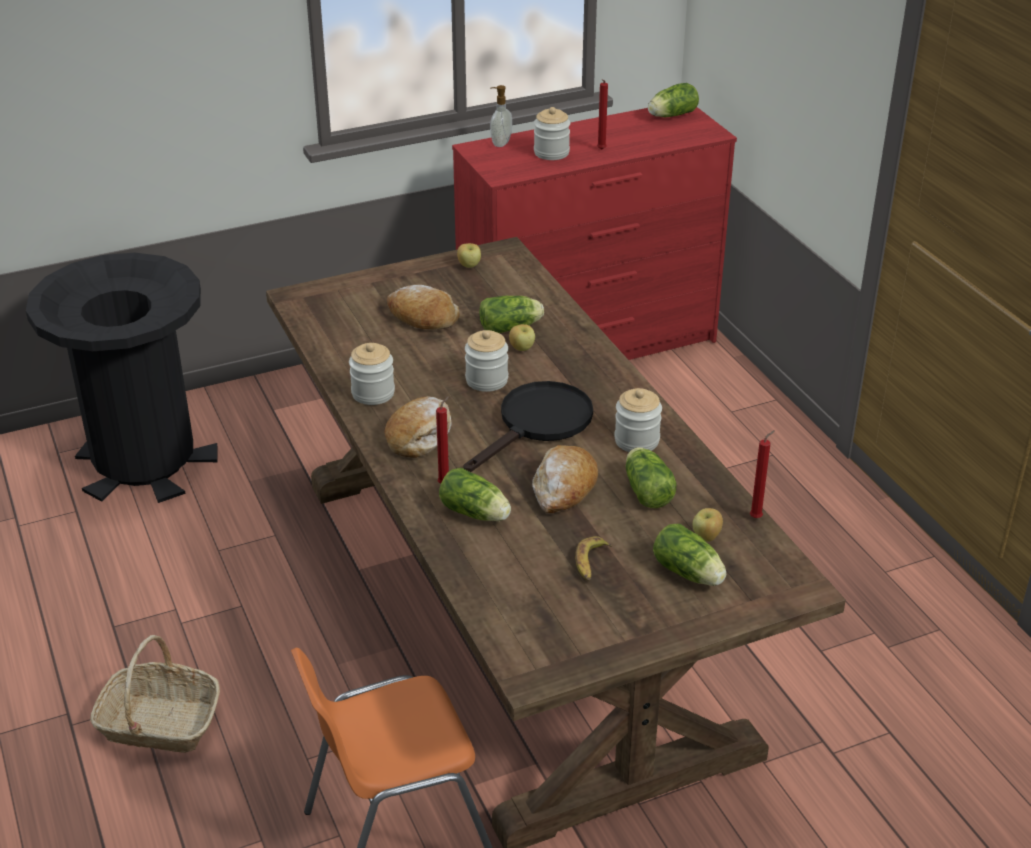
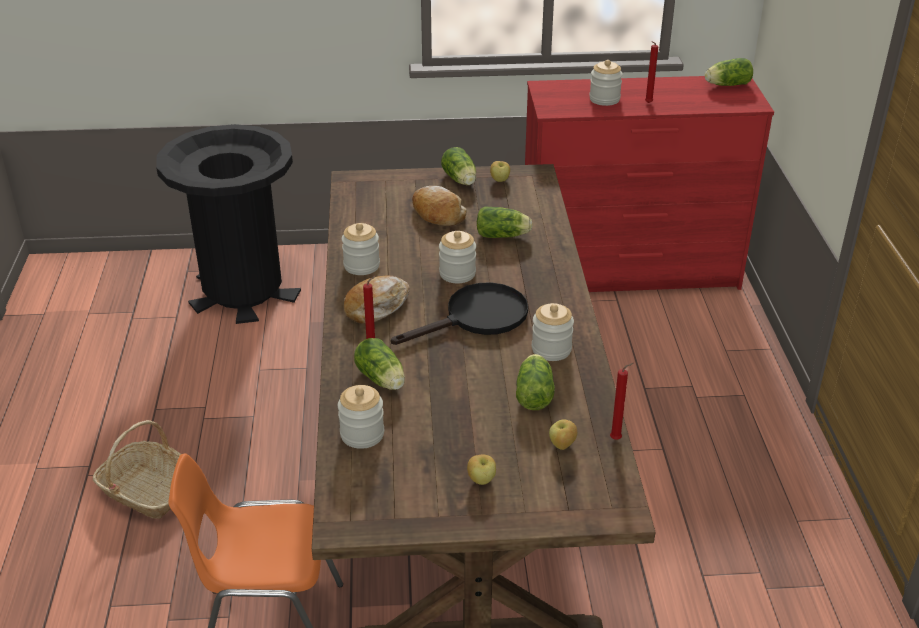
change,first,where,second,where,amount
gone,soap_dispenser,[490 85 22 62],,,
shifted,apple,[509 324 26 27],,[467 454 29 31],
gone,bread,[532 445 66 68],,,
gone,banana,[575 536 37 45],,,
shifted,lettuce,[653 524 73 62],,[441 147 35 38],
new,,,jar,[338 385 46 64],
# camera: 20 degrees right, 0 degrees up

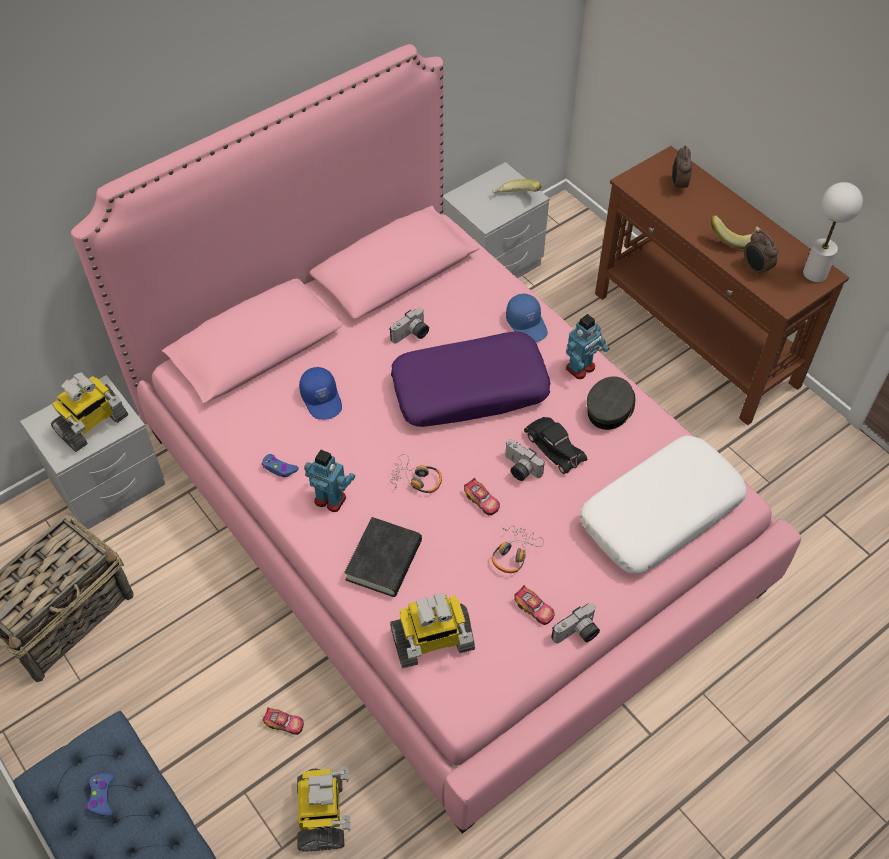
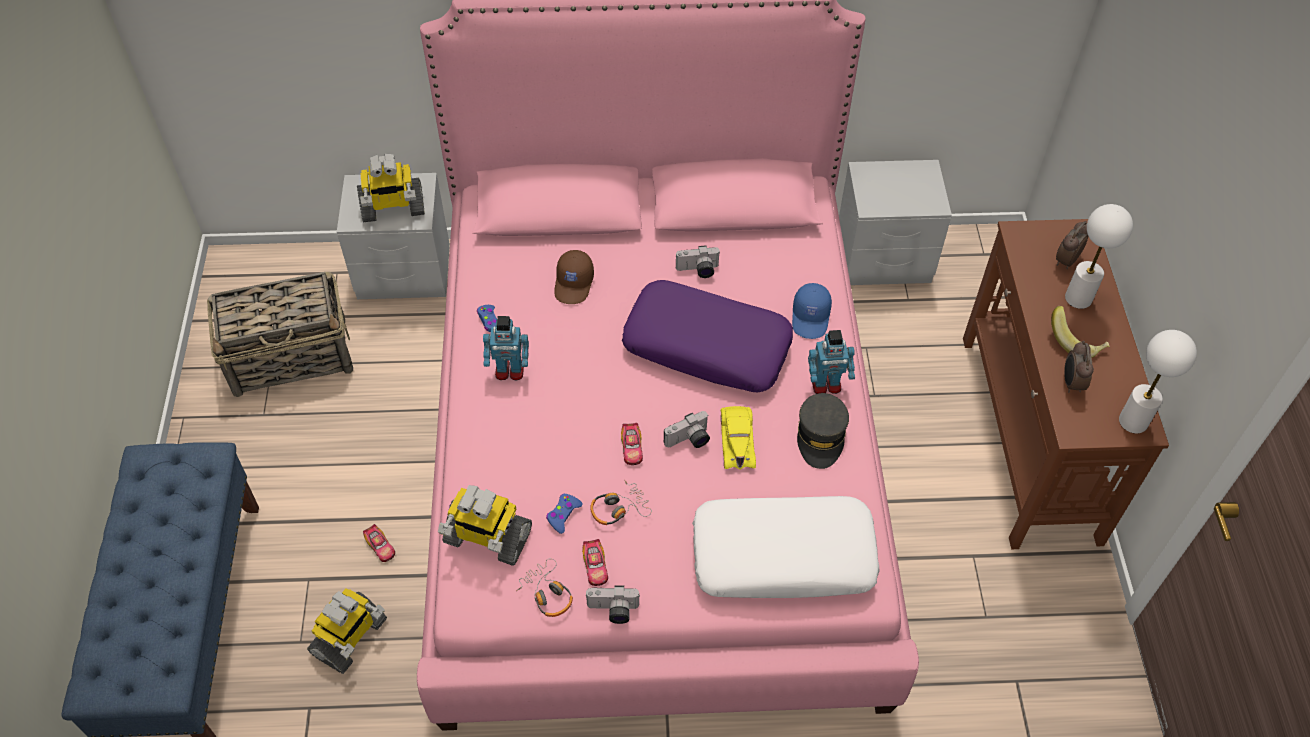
change,first,where,second,where,amount
shifted,blue_game_controller,[87 773 28 43],,[546 494 37 40],
repainted,blue_cap,[299 367 43 53],brown_cap,[554 250 40 54],
rotated,toy_robot,[304 450 51 62],,[483 316 46 64],120 degrees clockwise
gone,black_book,[344 517 78 80],,,
shifted,headphones,[390 454 52 39],,[516 558 57 59],
gone,banana,[493 179 48 14],,,
rotated,photo_camera,[505 439 40 42],,[664 411 46 37],105 degrees counterclockwise
repainted,black_toy_car,[524 417 64 57],yellow_toy_car,[720 406 36 64],
rotated,grey_cap,[587 376 48 54],,[797 393 52 76],120 degrees clockwise
new,,,white_table_lamp,[1065 204 68 105],
# camera: 35 degrees right, 0 degrees up

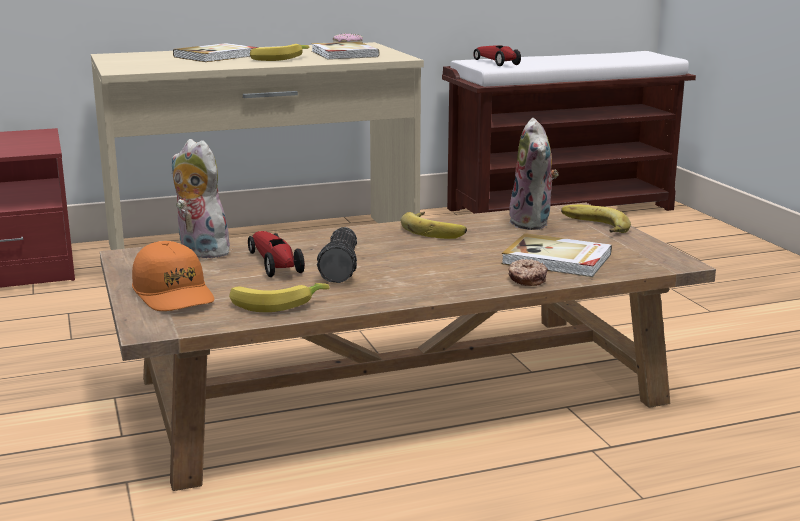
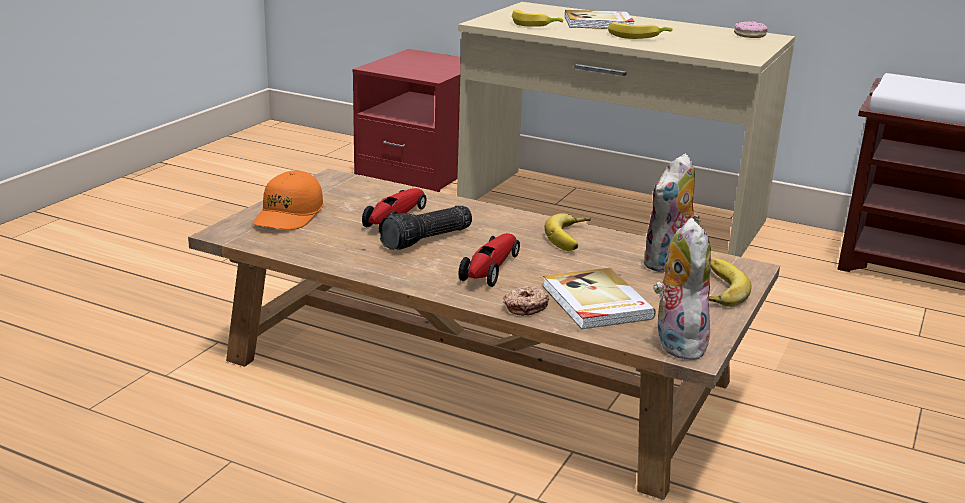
change,first,where,second,where,amount
shifted,plush_toy,[172 139 64 119],,[653 218 58 142],
shifted,banana,[229 283 101 29],,[512 10 51 17],
gone,book,[311 41 69 19],,,
shifted,toy_car,[473 45 48 21],,[458 233 62 54],
# camera: 45 degrees right, 5 degrees up

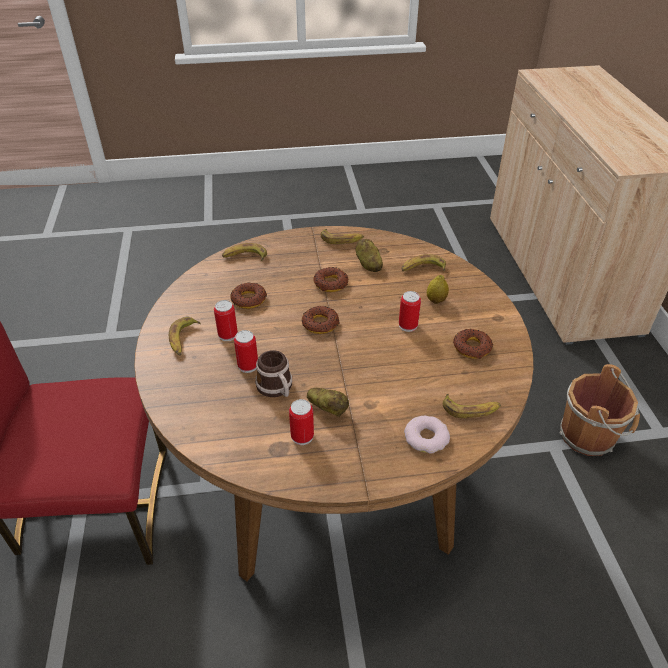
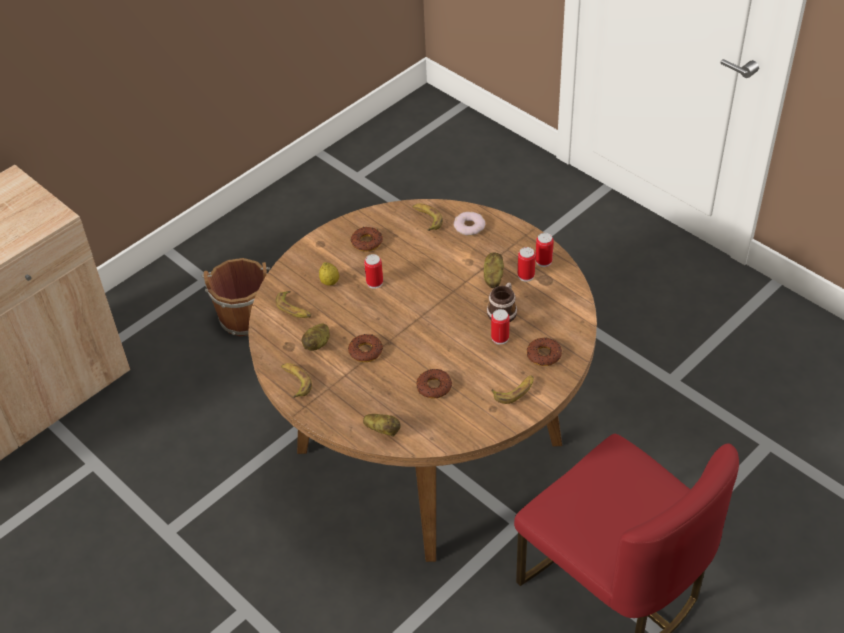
change,first,where,second,where,amount
shifted,can,[214 300 24 41],,[535 233 19 34],
swapped,banana,[222 243 45 18],potato,[363 414 38 23],
shifted,donut,[302 306 37 28],,[527 338 35 28],
# camera: 125 degrees left, 5 degrees up

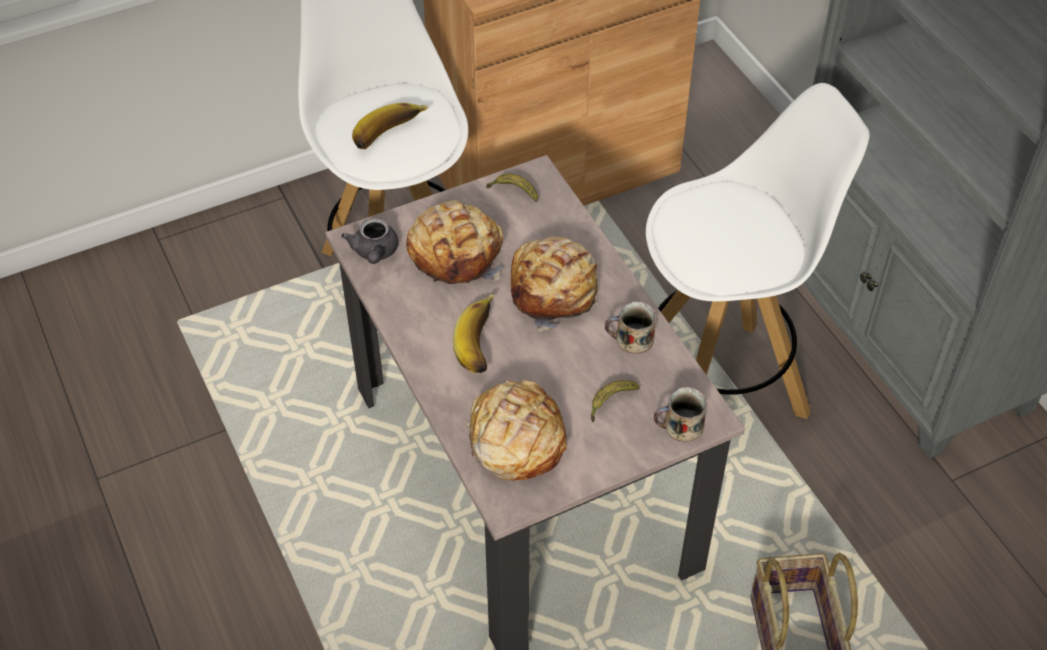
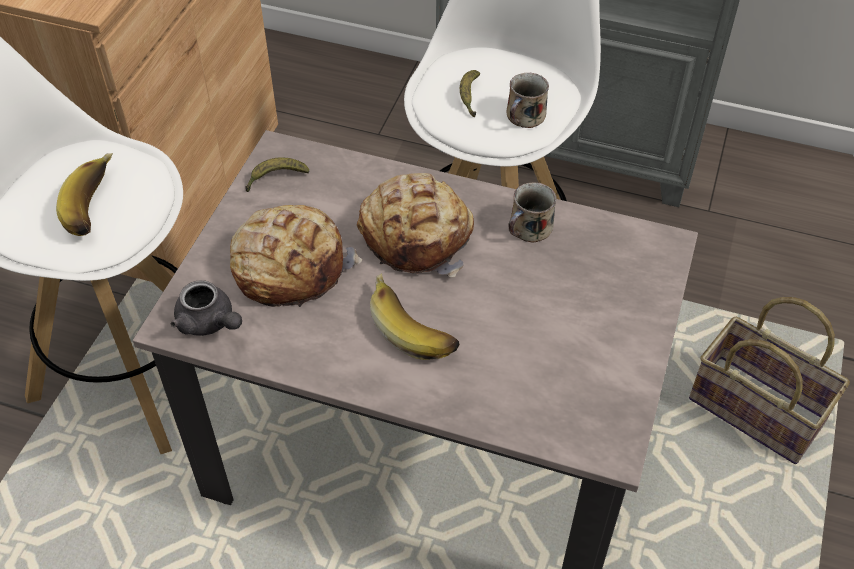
change,first,where,second,where,amount
gone,bread,[467 379 100 102],,,
shifted,banana,[591 380 49 42],,[460 70 20 47],
shifted,mug,[654 387 54 54],,[507 73 42 55],
# camera: 45 degrees left, 0 degrees up

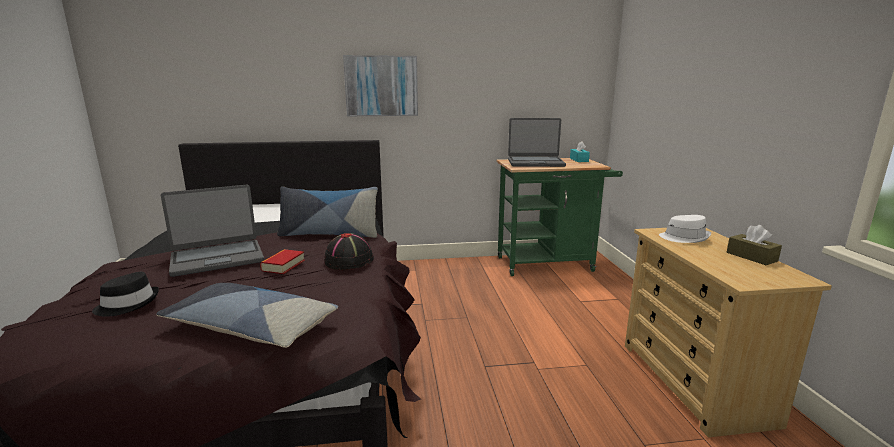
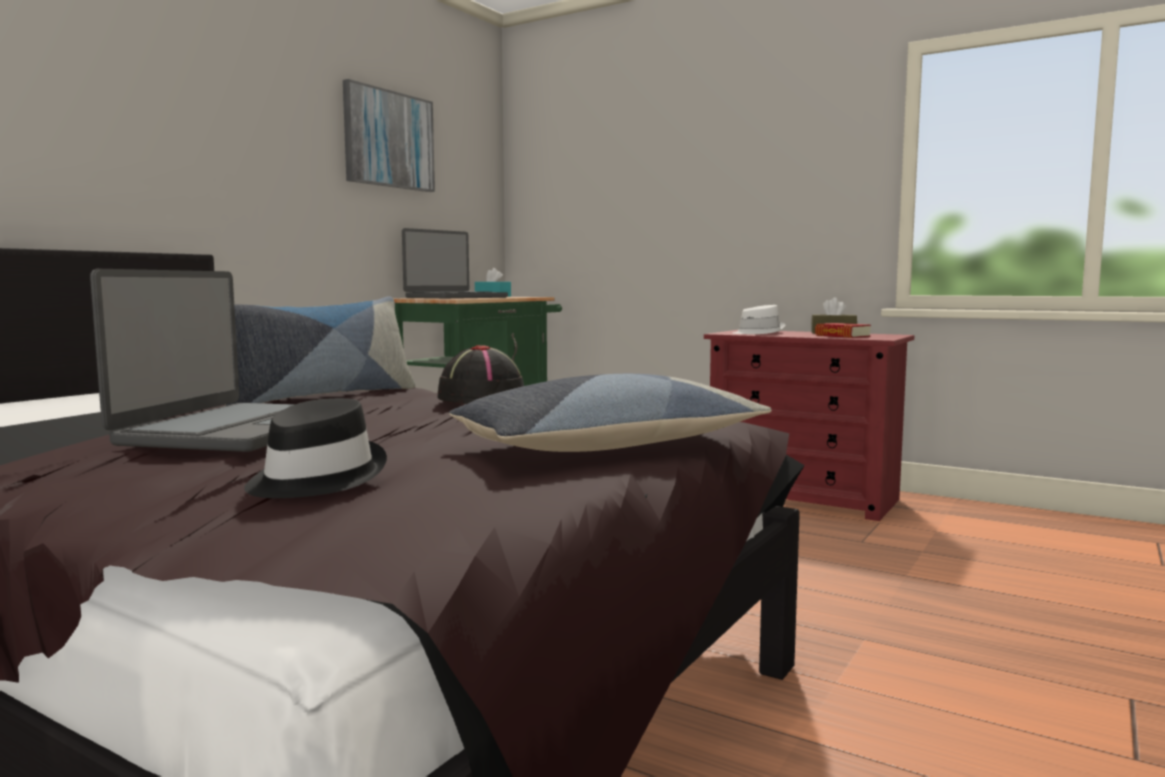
change,first,where,second,where,amount
shifted,book,[260 249 45 25],,[815 323 56 15],
shifted,picture,[343 55 75 61],,[343 79 92 113],
repainted,beige_dresser,[625 228 207 209],red_dresser,[704 330 210 191],
# camera: 50 degrees left, 10 degrees down

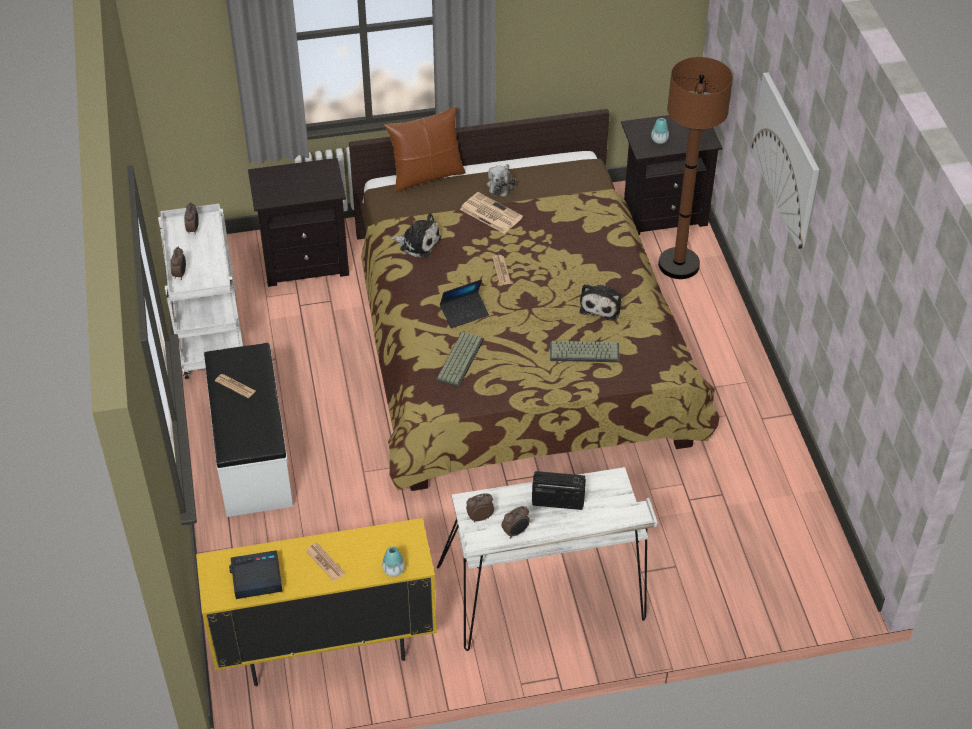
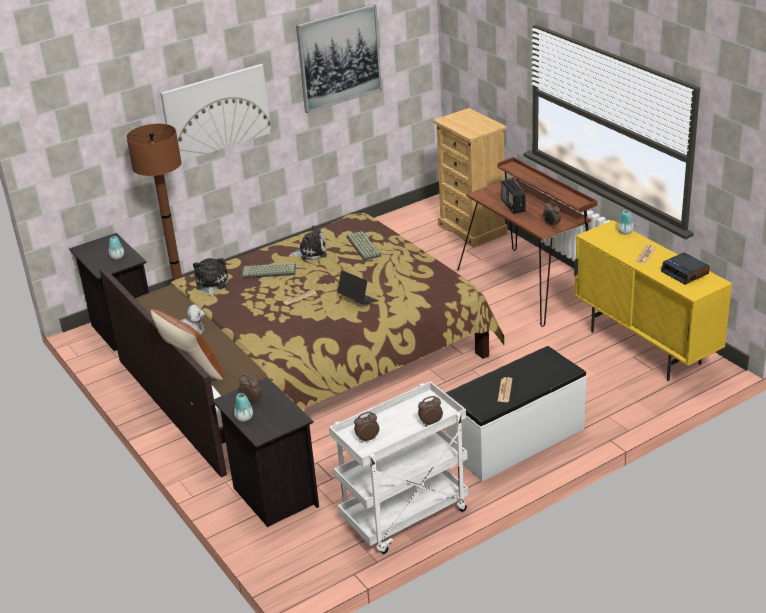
change,first,where,second,where,amount
shifted,plush_toy,[391 213 50 45],,[193 258 35 39],
shifted,keyboard,[436 332 48 55],,[242 263 54 15],
repainted,white_desk,[437 467 220 184],brown_desk,[458 157 139 170],
gone,newspaper,[460 192 63 42],,,
shifted,alarm_clock,[501 506 29 33],,[239 374 22 30],
new,,,vase,[234 393 19 29],
new,,,picture,[296 4 86 109],
new,,,beige_dresser,[433 108 74 140],
# camera: 110 degrees left, 15 degrees down

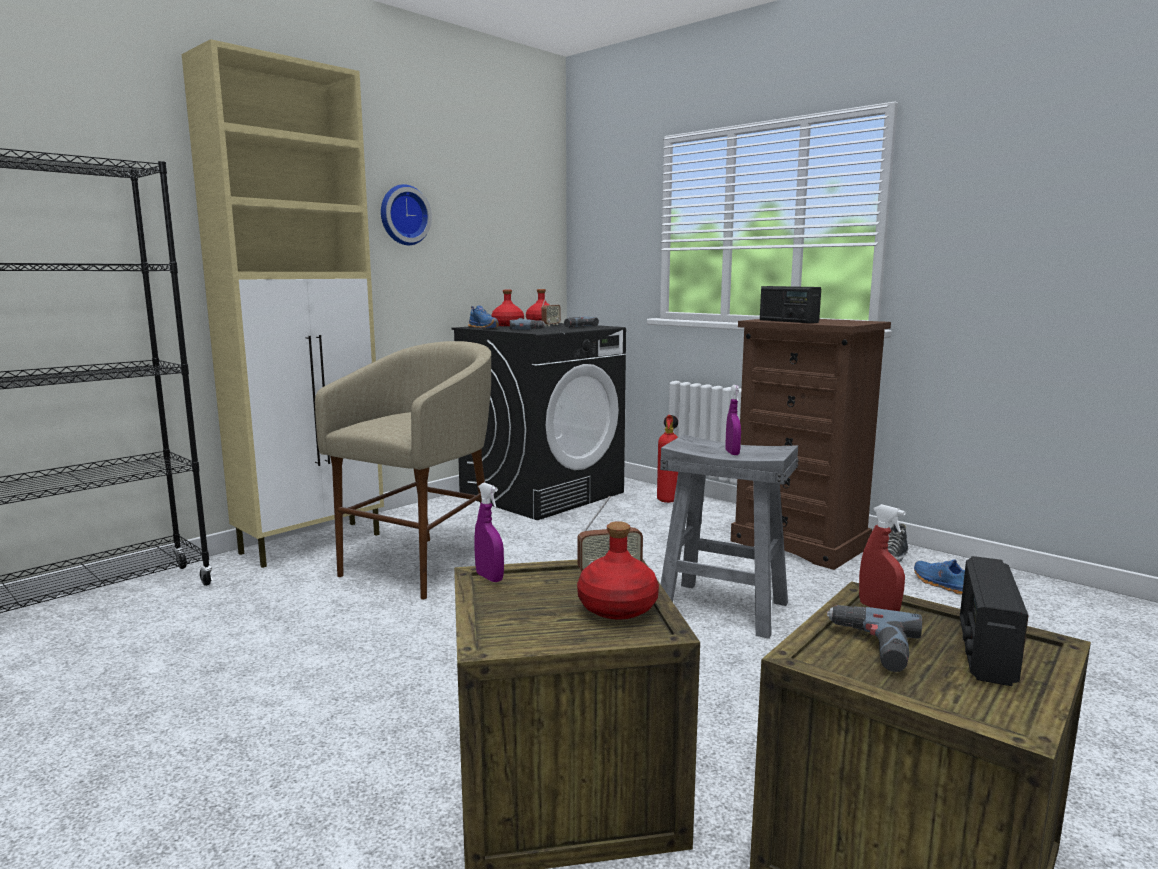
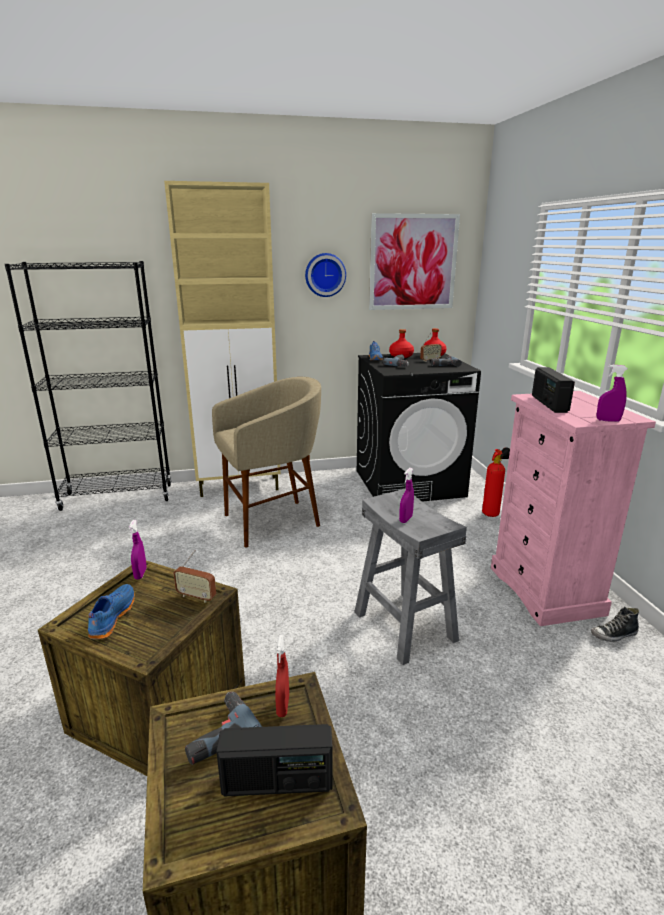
change,first,where,second,where,amount
gone,red_bottle,[577 521 82 99],,,
repainted,brown_dresser,[731 319 160 251],pink_dresser,[491 391 165 235],
shifted,blue_shoe,[914 559 51 36],,[88 584 47 56],
rotated,radio,[960 556 69 130],,[216 724 116 73],150 degrees counterclockwise
new,,,picture,[369 213 91 97],
new,,,purple_spray_bottle,[597 365 31 57],
# camera: 35 degrees right, 10 degrees up

